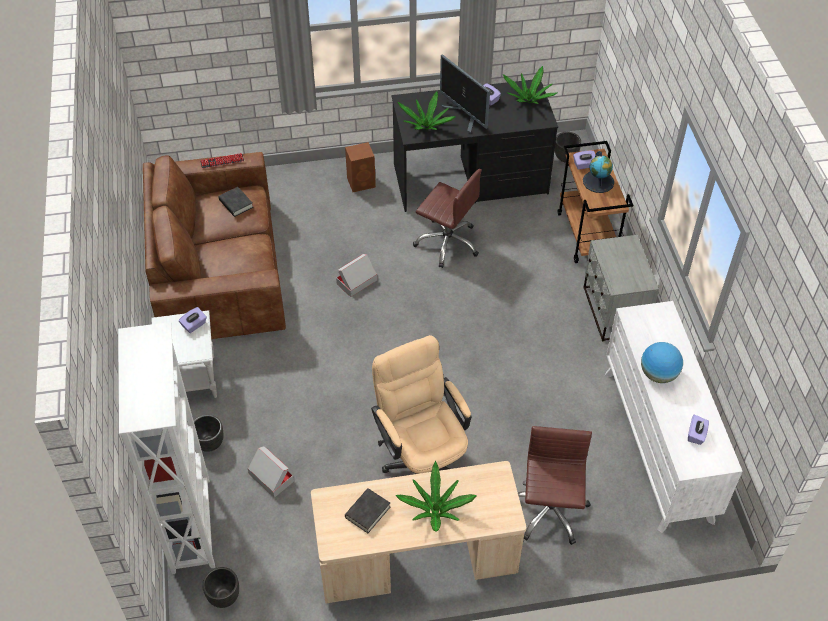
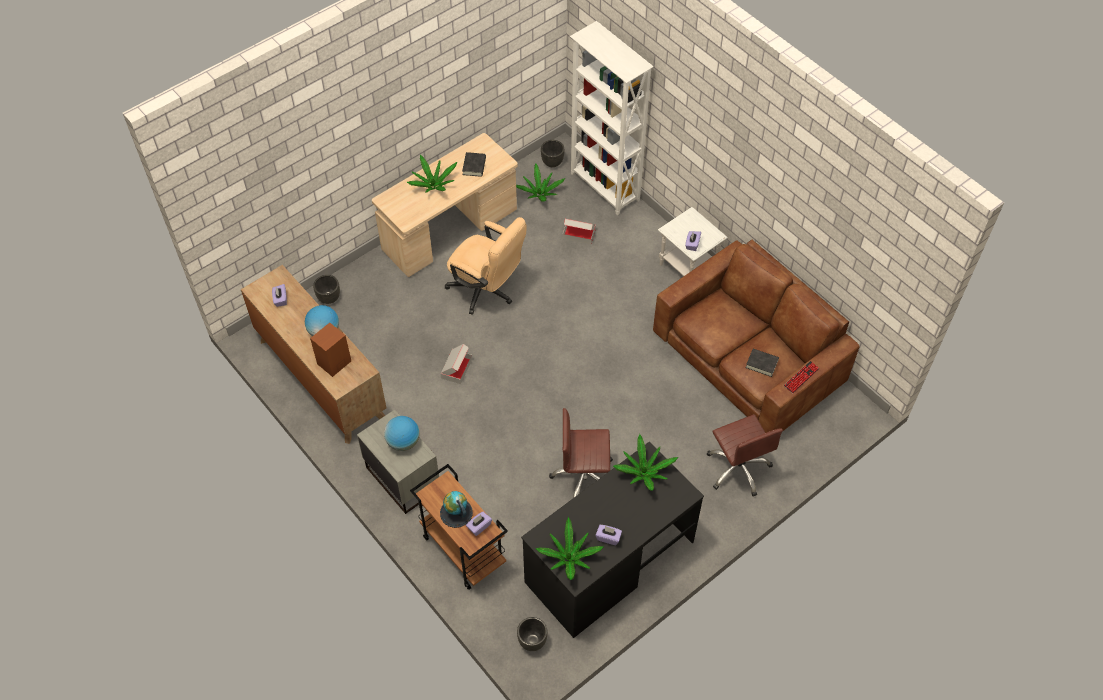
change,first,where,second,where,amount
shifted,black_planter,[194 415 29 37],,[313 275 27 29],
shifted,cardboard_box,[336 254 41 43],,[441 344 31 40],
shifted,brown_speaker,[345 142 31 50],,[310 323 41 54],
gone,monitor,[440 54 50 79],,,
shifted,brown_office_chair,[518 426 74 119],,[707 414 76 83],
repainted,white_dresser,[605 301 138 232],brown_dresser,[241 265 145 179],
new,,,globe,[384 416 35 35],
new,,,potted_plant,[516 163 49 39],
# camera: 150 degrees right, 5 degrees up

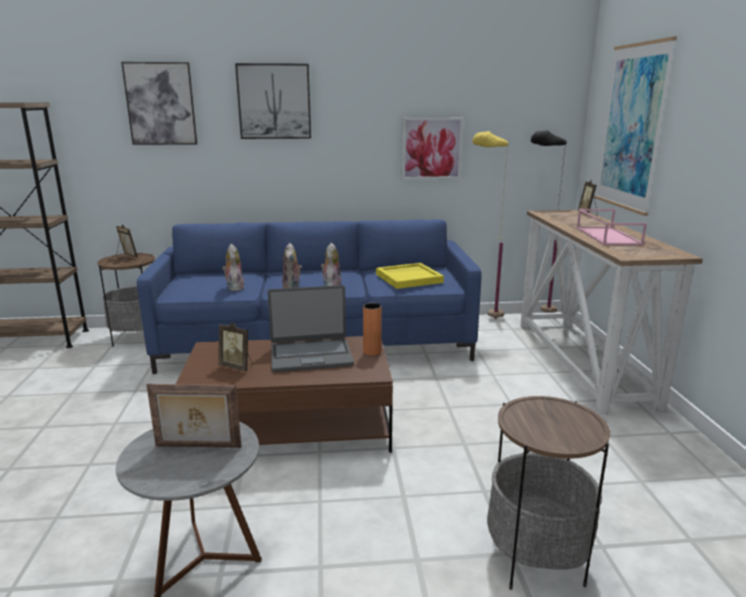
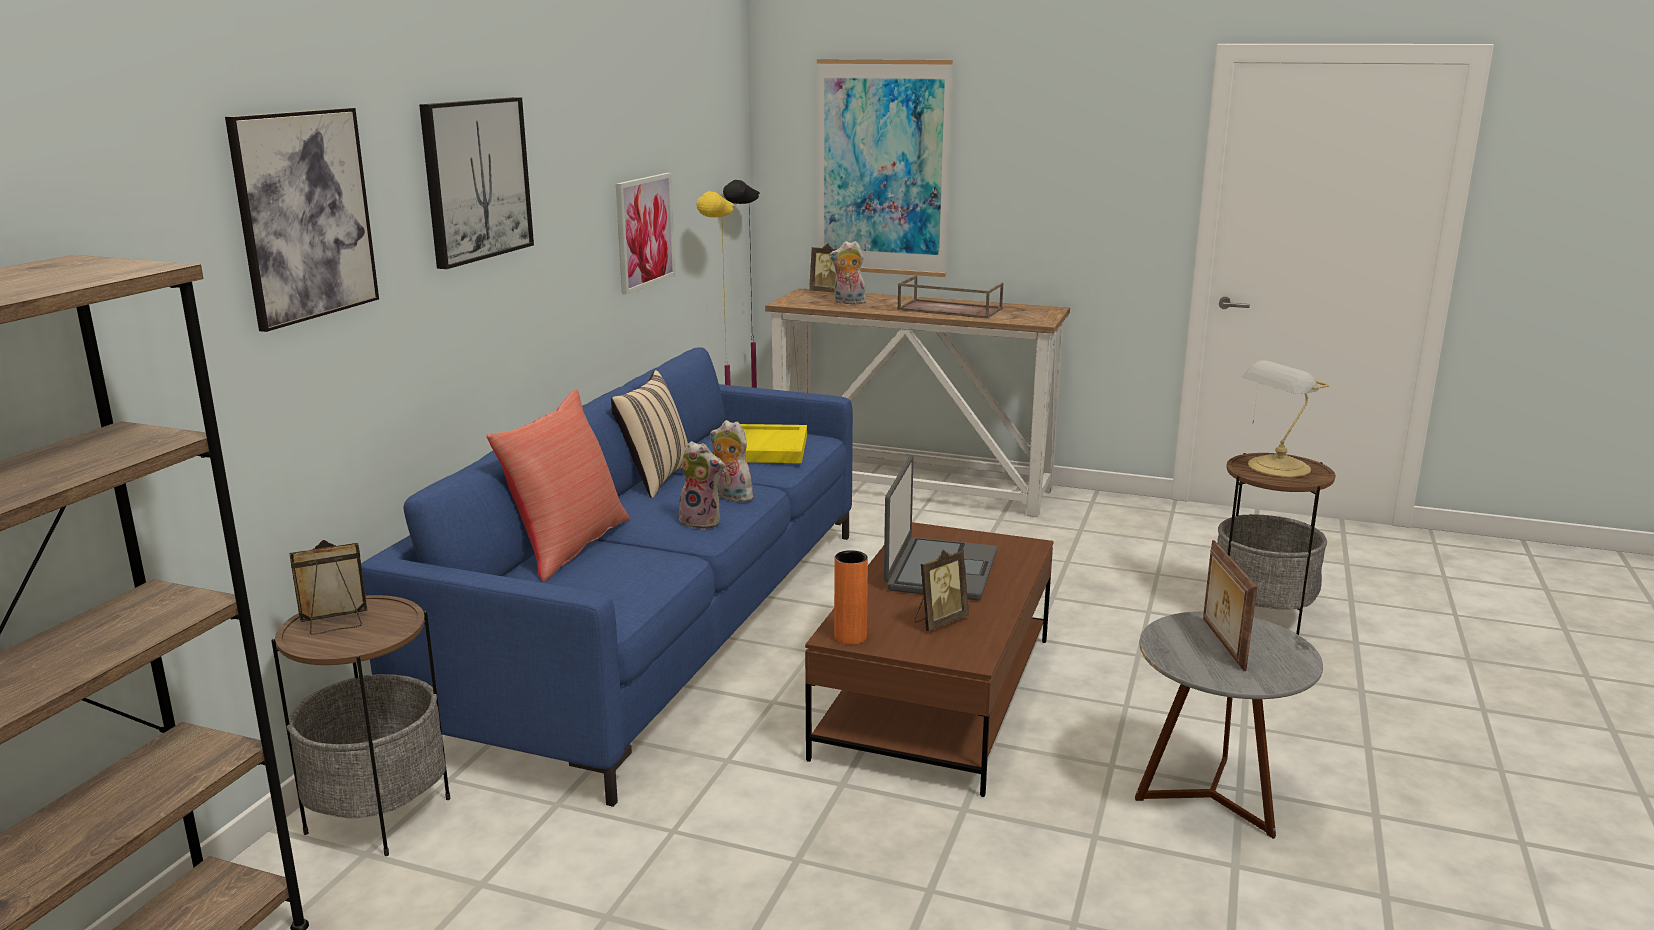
change,first,where,second,where,amount
rotated,picture_frame,[147 384 95 64],,[1203 540 54 131],150 degrees clockwise
shifted,plush_toy,[222 244 23 47],,[829 241 37 63],
shifted,orange_vase,[363 303 19 53],,[834 550 34 95],
repainted,pink_tray,[577 209 70 36],brown_tray,[897 275 106 44],
new,,,red_pillow,[487 389 143 193],
new,,,beige_pillow,[611 370 77 128],
new,,,table_lamp,[1243 360 87 117],
# camera: 65 degrees left, 0 degrees up

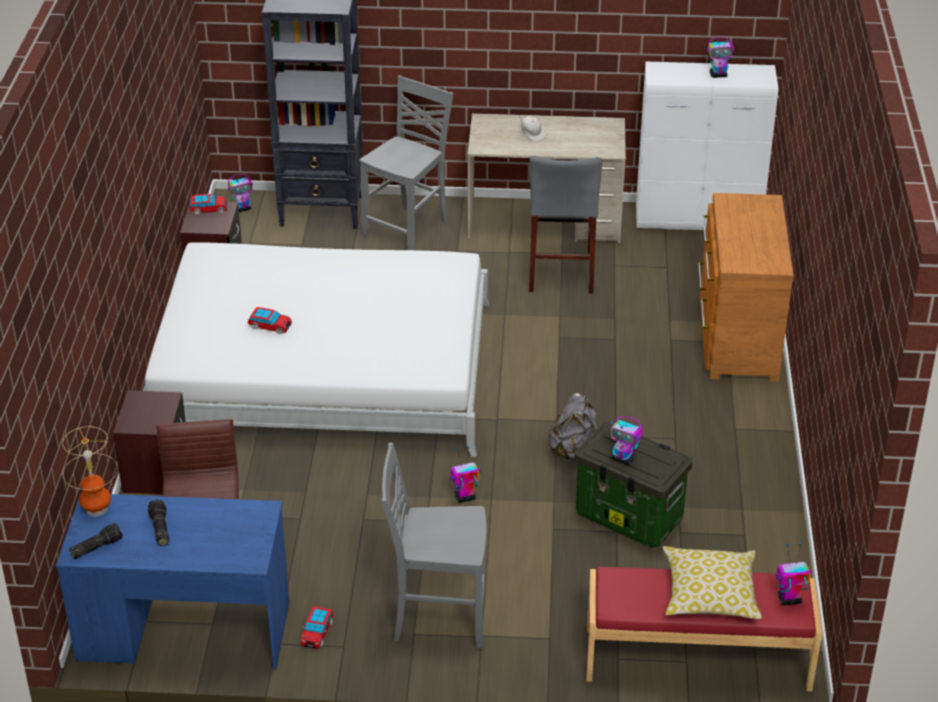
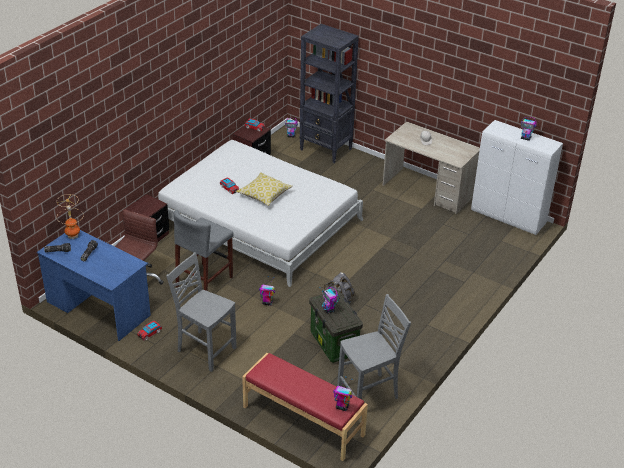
change,first,where,second,where,amount
shifted,grey_chair,[360 75 94 175],,[337 294 74 105],
shifted,grey_stool,[529 156 73 138],,[174 210 59 81],
shifted,pillow,[663 546 99 73],,[236 172 57 34],
gone,brown_dresser,[698 193 96 189],,,
# camera: 30 degrees right, 0 degrees up

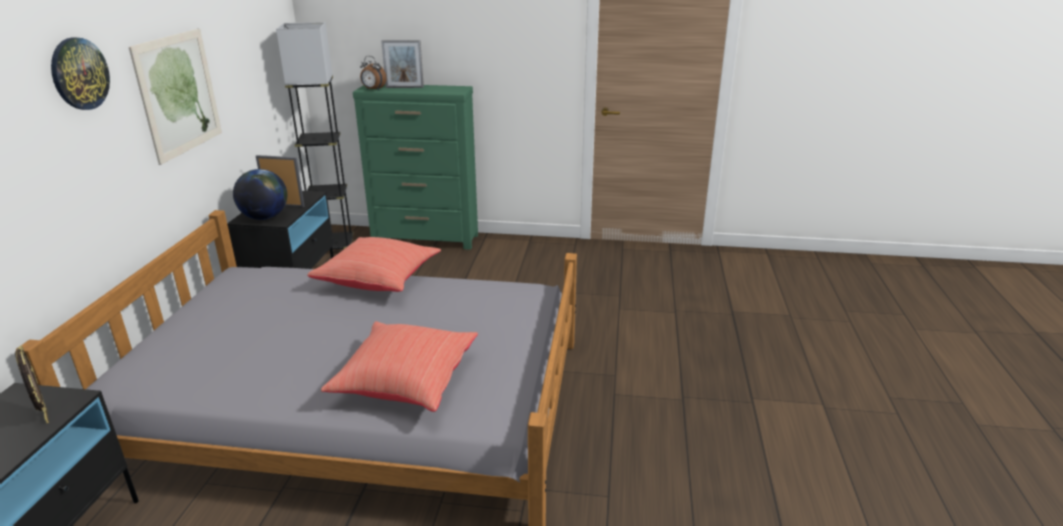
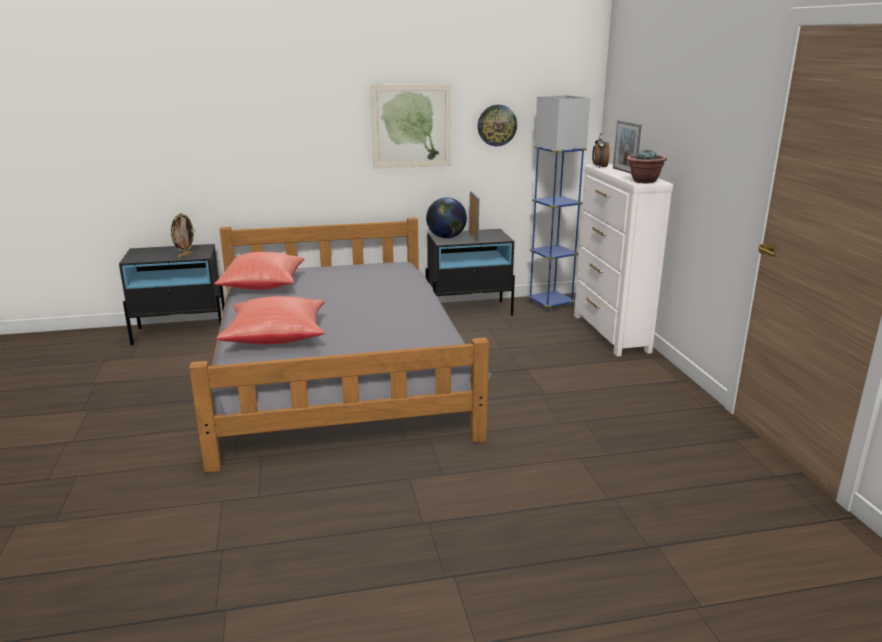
change,first,where,second,where,amount
shifted,wall_clock,[51 37 59 73],,[478 105 39 41],
repainted,grey_floor_lamp,[276 22 78 228],blue_floor_lamp,[527 95 63 217],
shifted,red_pillow,[307 237 134 55],,[215 252 89 38],
repainted,green_dresser,[353 84 125 166],white_dresser,[574 164 99 192],
new,,,potted_plant,[627 149 40 34],
# camera: 70 degrees right, 5 degrees down

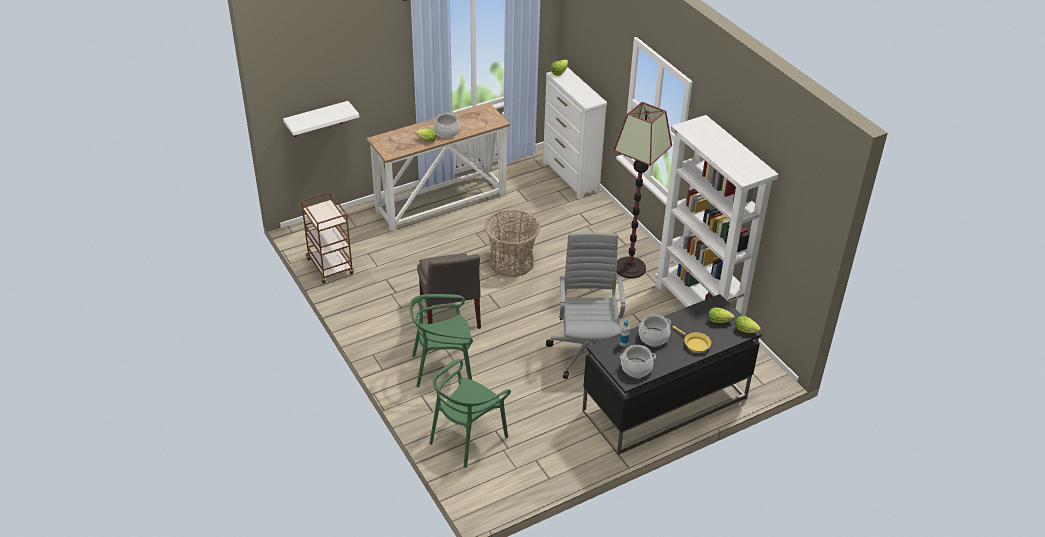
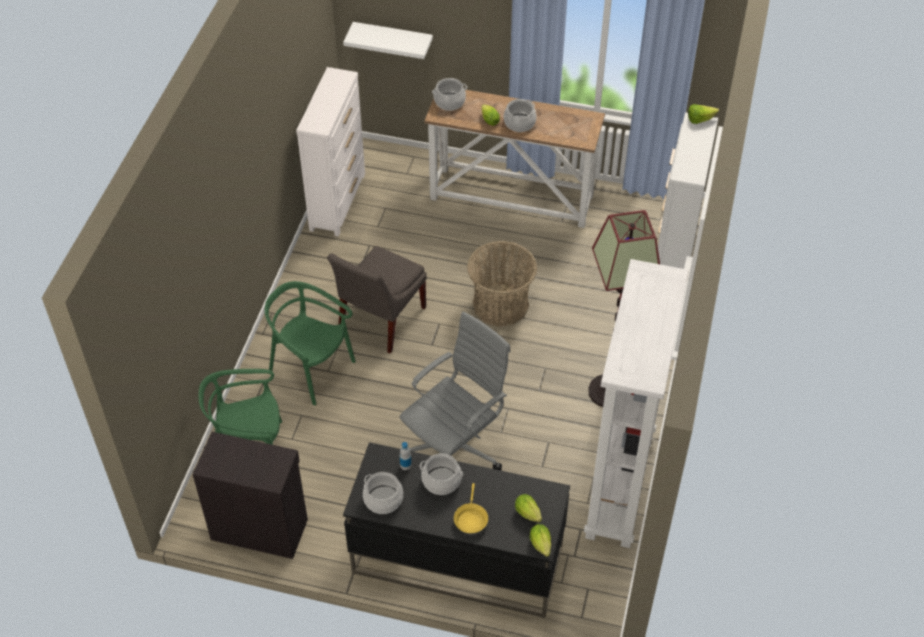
change,first,where,second,where,amount
swapped,brown_cart,[301 192 53 92],white_dresser,[296 67 69 169],
new,,,black_cabinet,[193 432 115 127],
new,,,cooking_pot,[432 78 35 33],
# camera: 45 degrees right, 10 degrees up

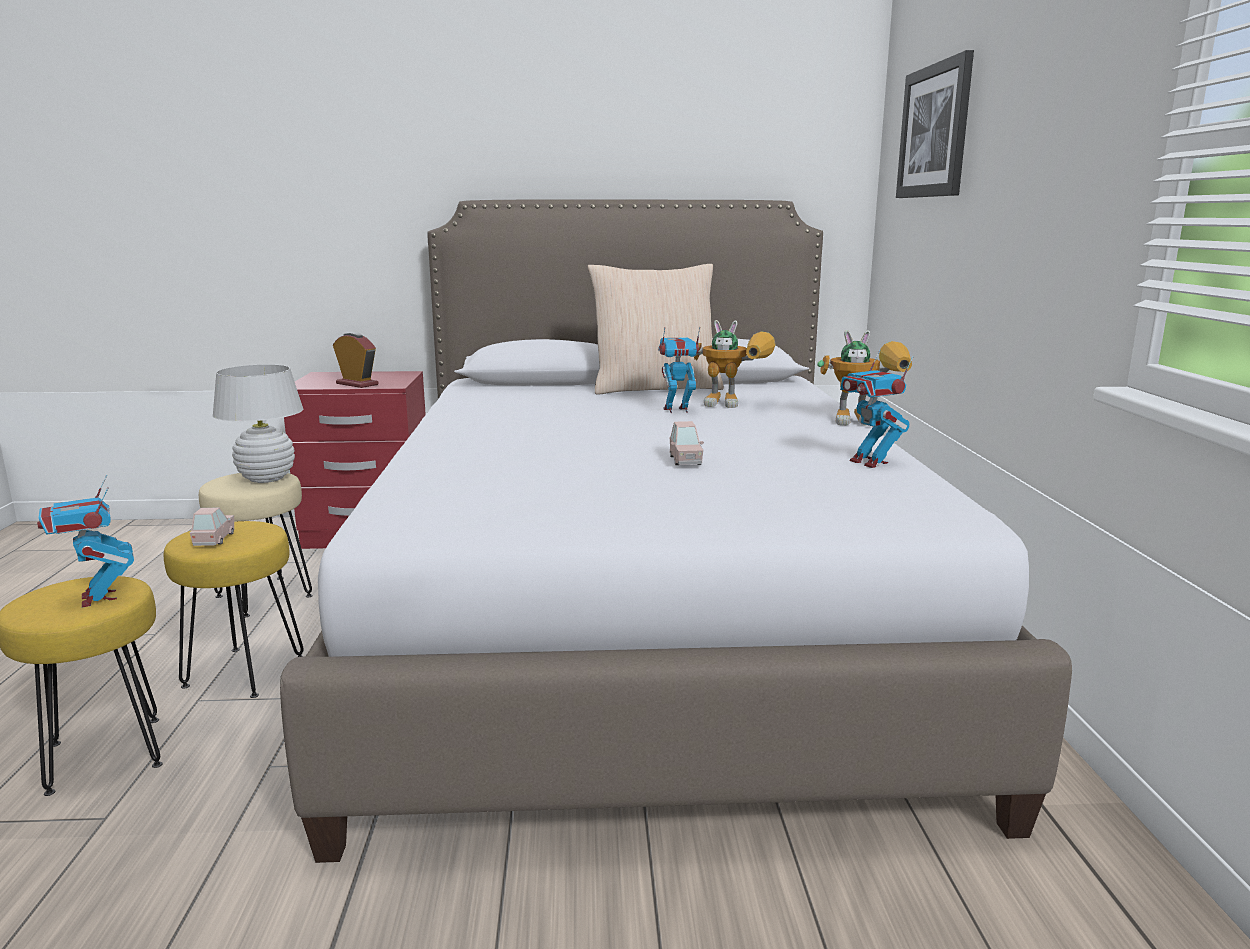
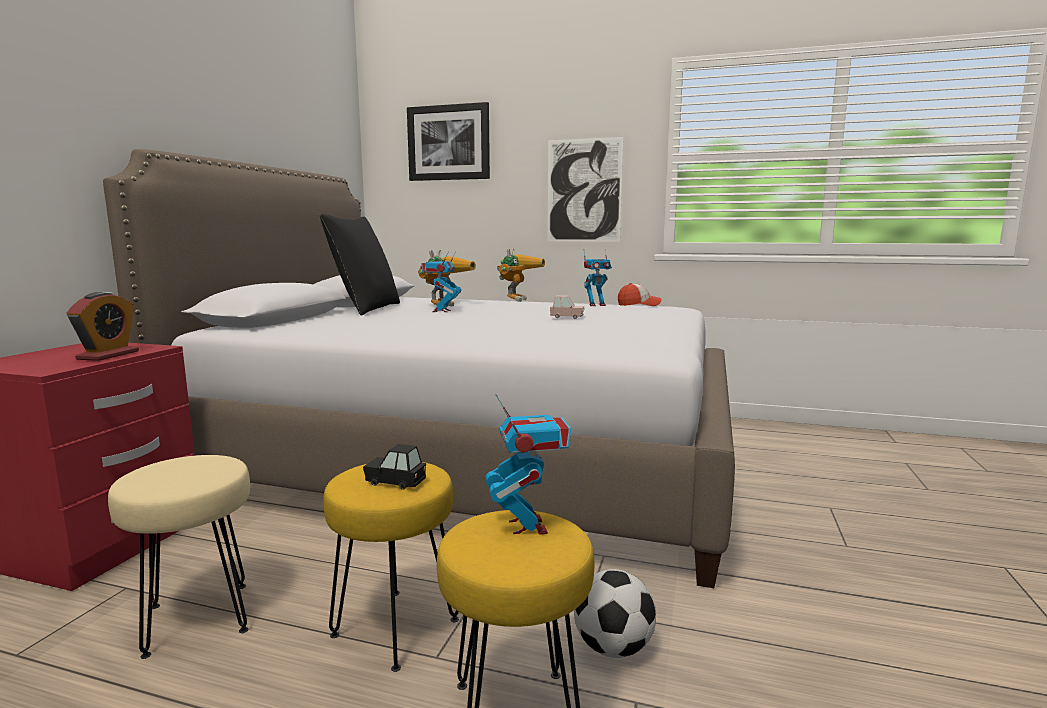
change,first,where,second,where,amount
rotated,toy_robot,[37 475 97 133],,[485 394 87 140],90 degrees counterclockwise
repainted,pink_toy_car,[190 508 45 38],black_toy_car,[363 444 63 46],
gone,white_table_lamp,[213 364 90 119],,,
rotated,alarm_clock,[333 332 46 56],,[67 292 72 69],135 degrees clockwise
repainted,beige_pillow,[588 264 136 131],black_pillow,[320 214 80 102],
new,,,picture,[548 137 75 105],
new,,,football,[574 569 82 89],
new,,,cap,[618 283 43 23],
# camera: 70 degrees left, 5 degrees down

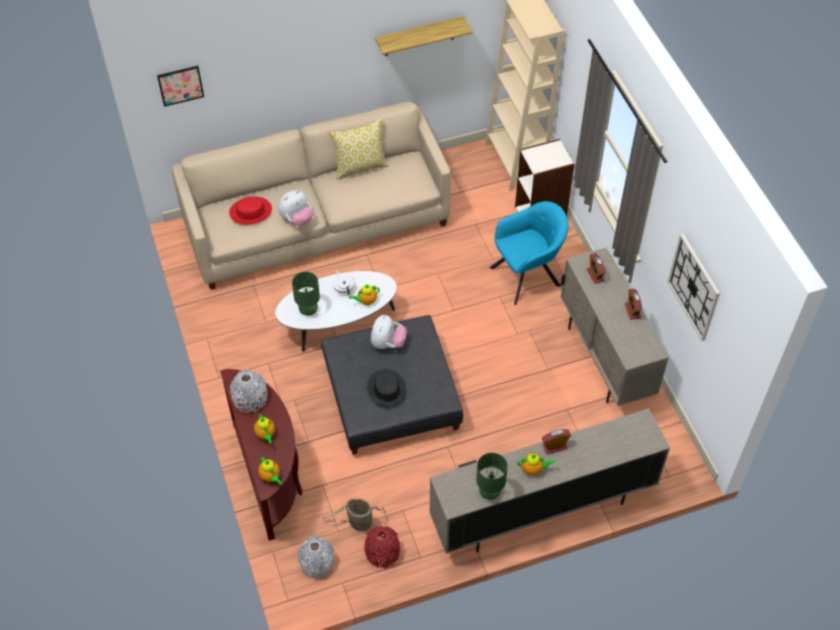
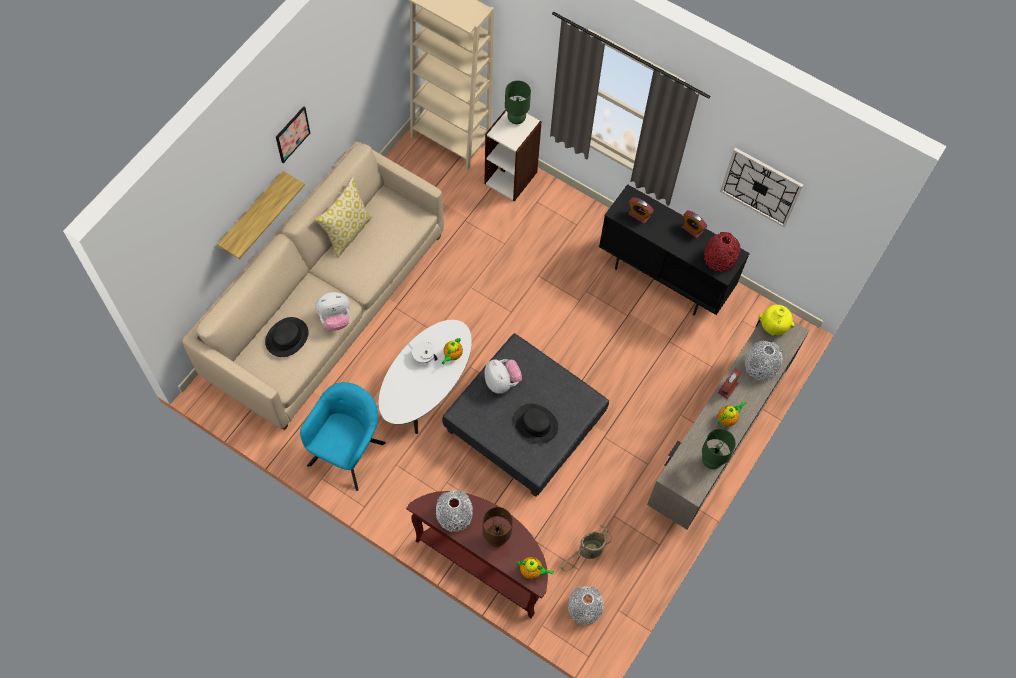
change,first,where,second,where,amount
shifted,picture,[157 66 47 41],,[276 106 34 57],
repainted,red_hat,[229 196 43 29],black_hat,[265 317 44 40],
swapped,teapot,[254 414 21 30],brown_table_lamp,[482 507 31 40],
rotated,plush_toy,[278 190 35 36],,[315 292 35 38],60 degrees clockwise
shifted,green_table_lamp,[292 272 28 44],,[505 80 26 44],
shifted,red_vase,[364 526 36 42],,[704 232 37 40],
shifted,shelf,[375 16 97 40],,[217 171 88 88],
shifted,turquoise_armchair,[490 201 78 104],,[300 382 86 109],
repainted,beige_cabinet,[561 247 108 159],black_cabinet,[599 184 151 131],
new,,,grey_vase,[745 341 37 40],
new,,,yellow_vase,[758 305 37 31],
# camera: 40 degrees left, 10 degrees up

